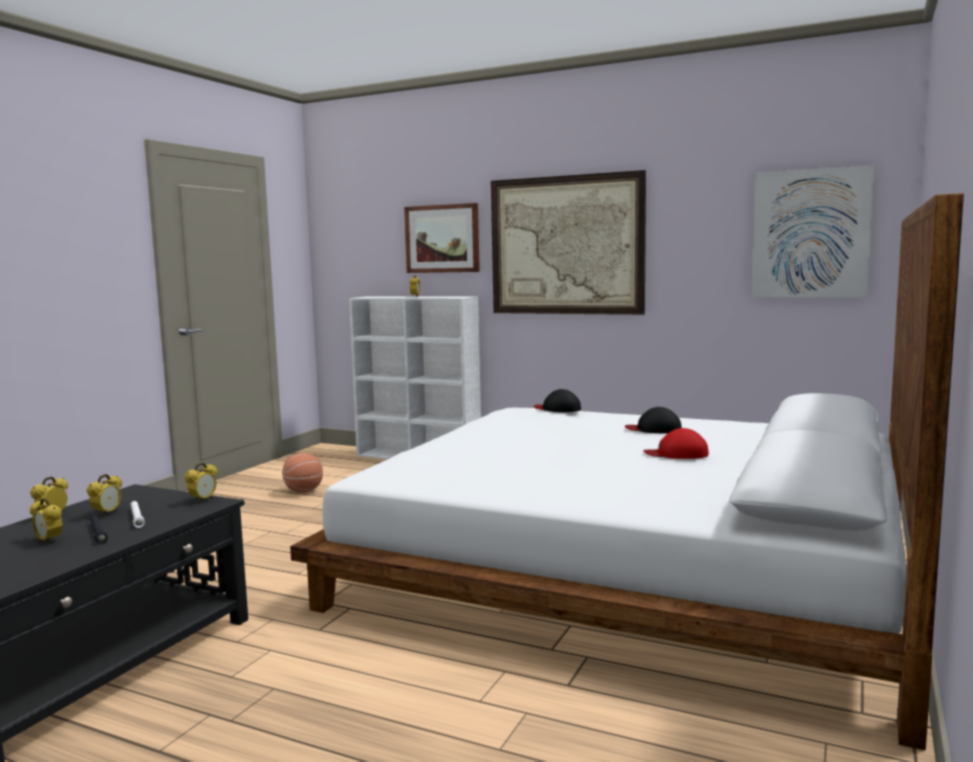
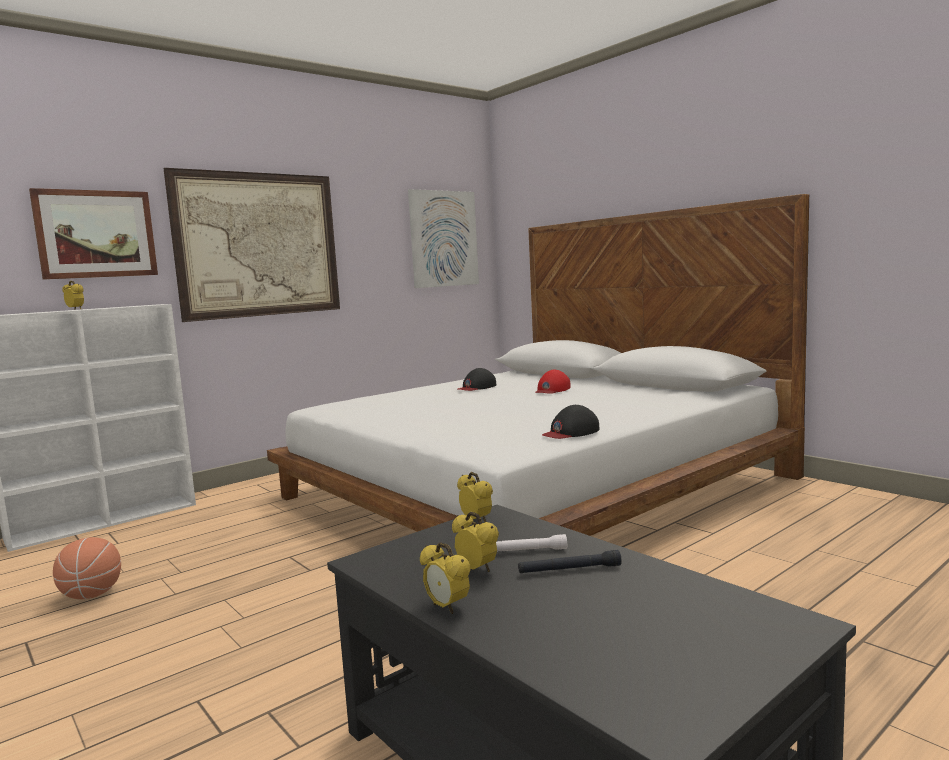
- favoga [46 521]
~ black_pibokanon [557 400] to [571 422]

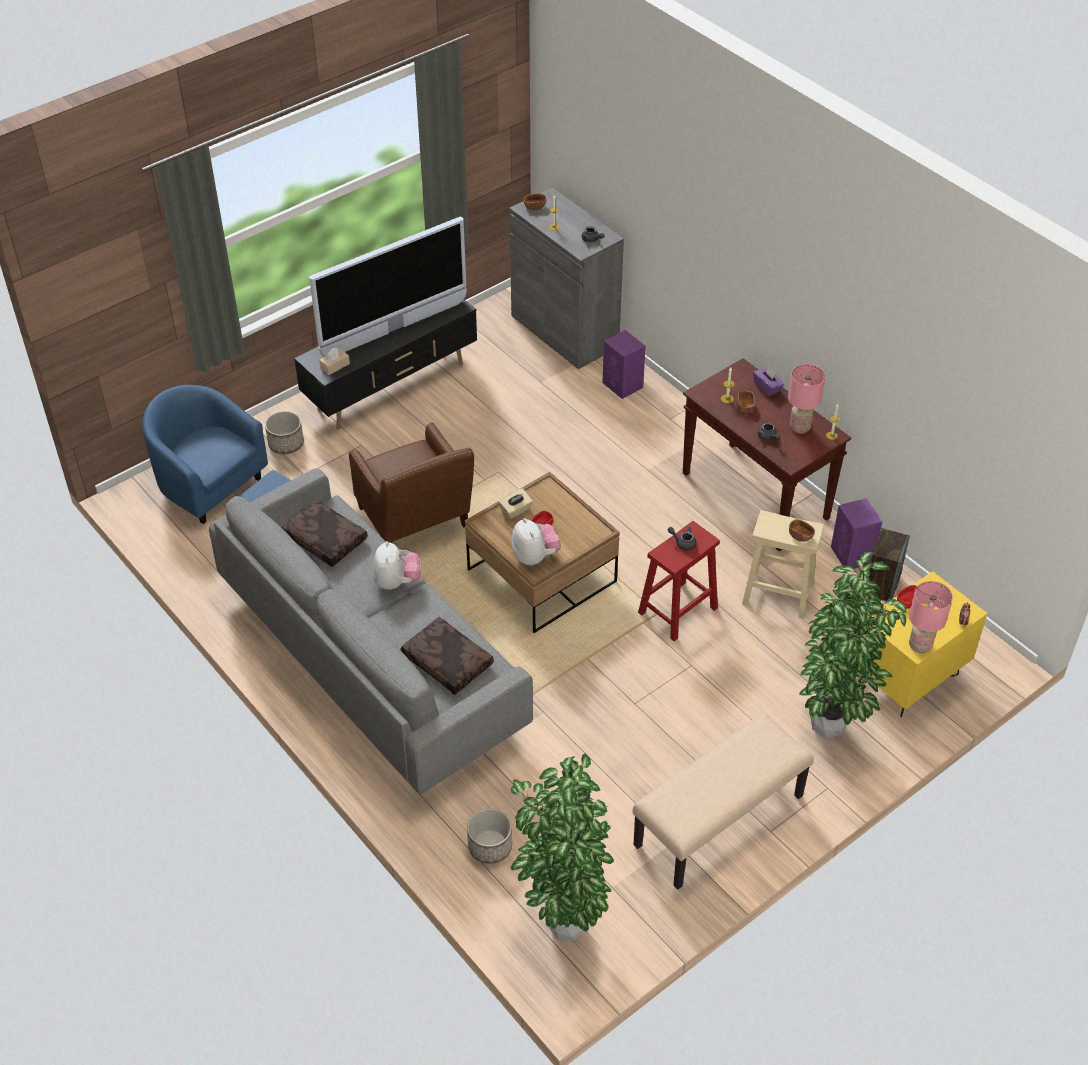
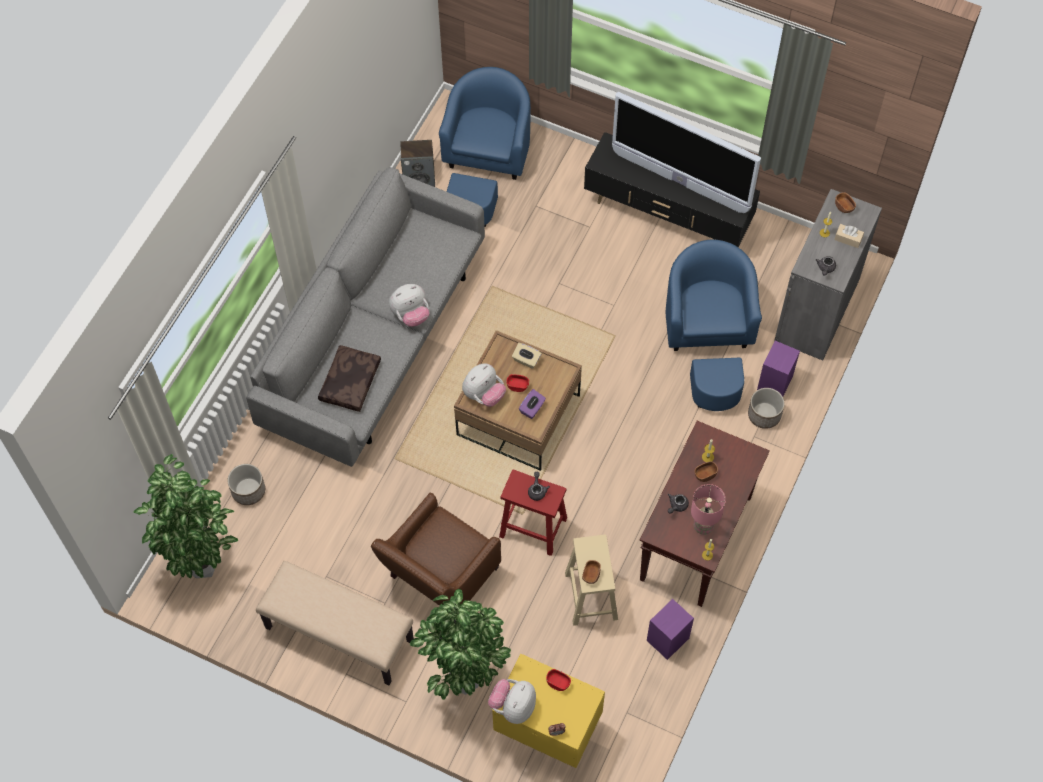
~ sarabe [284 432] to [766 408]
- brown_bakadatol [324 533]
~ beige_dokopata [334 361] to [849 236]
~ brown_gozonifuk [411 482] to [436 552]
~ purple_dokopata [768 381] to [532 404]
~ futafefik [889 564] to [417 163]
~ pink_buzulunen [931 617] to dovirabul [512 701]
+ blue_gozonifuk [714 325]

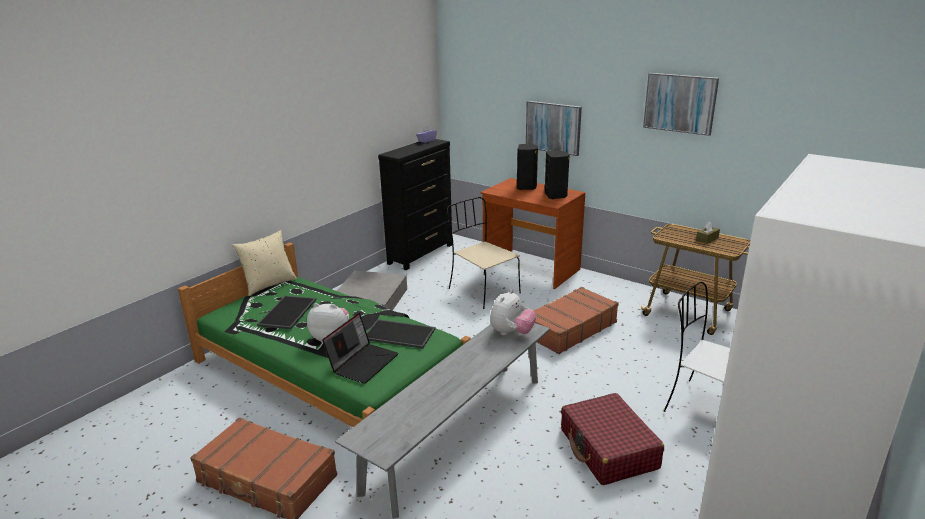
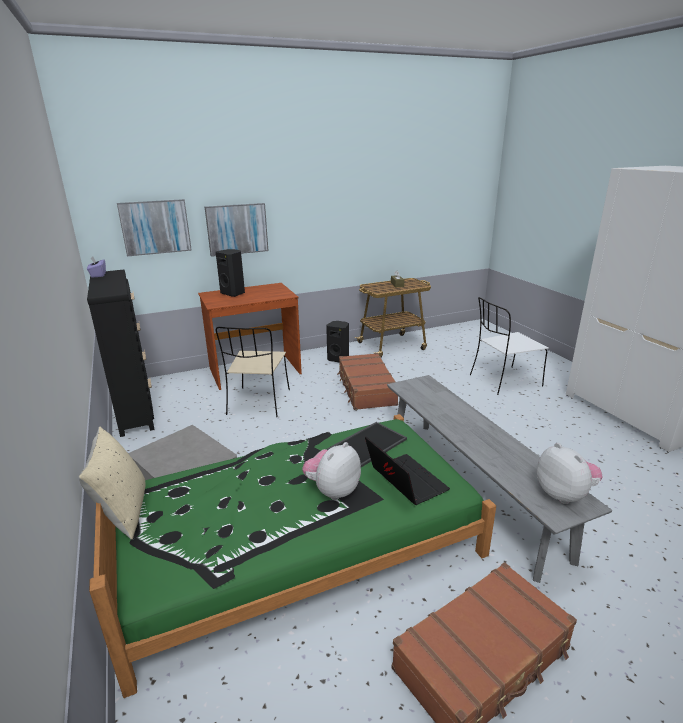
- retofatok [286 312]
~ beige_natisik [484 253] = [253 372] 75 degrees counterclockwise
~ dovirabul [513 312] to [569 473]
~ black_futafefik [557 175] to [337 341]
- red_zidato [612 439]
~ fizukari [681 104] to [154 227]

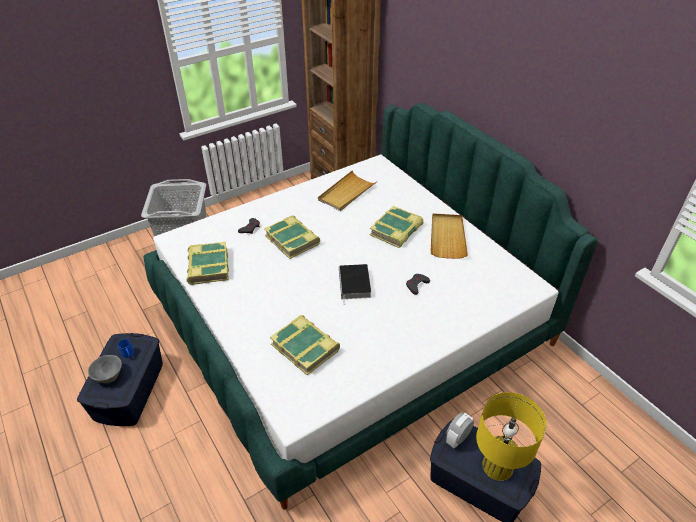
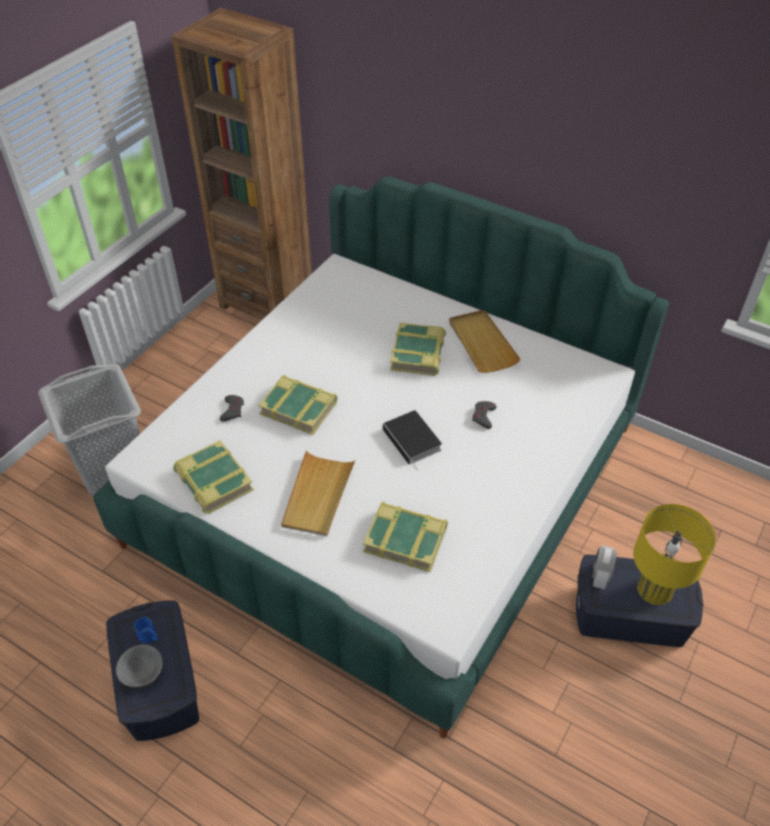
~ beige_retofatok [347 190] to [318 493]

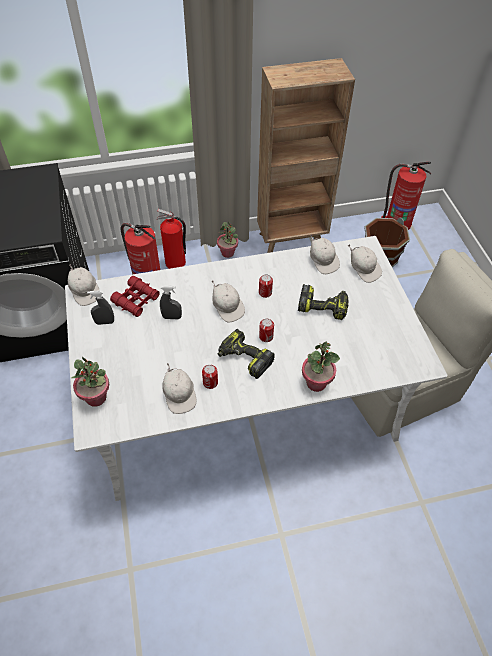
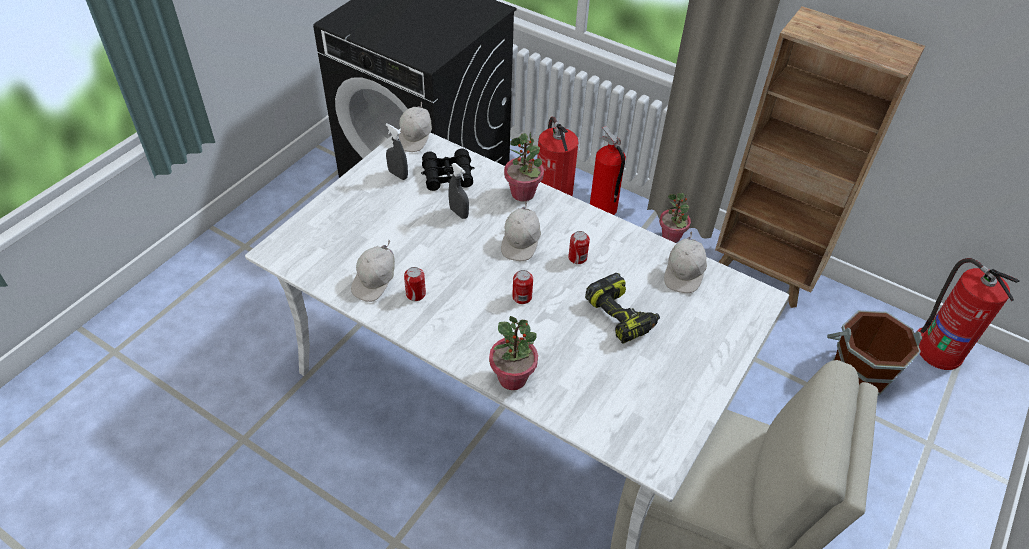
~ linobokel [90 382] to [524 166]
~ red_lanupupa [135 296] to black_lanupupa [447 170]
- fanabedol [246 354]
- white_pibokanon [365 263]

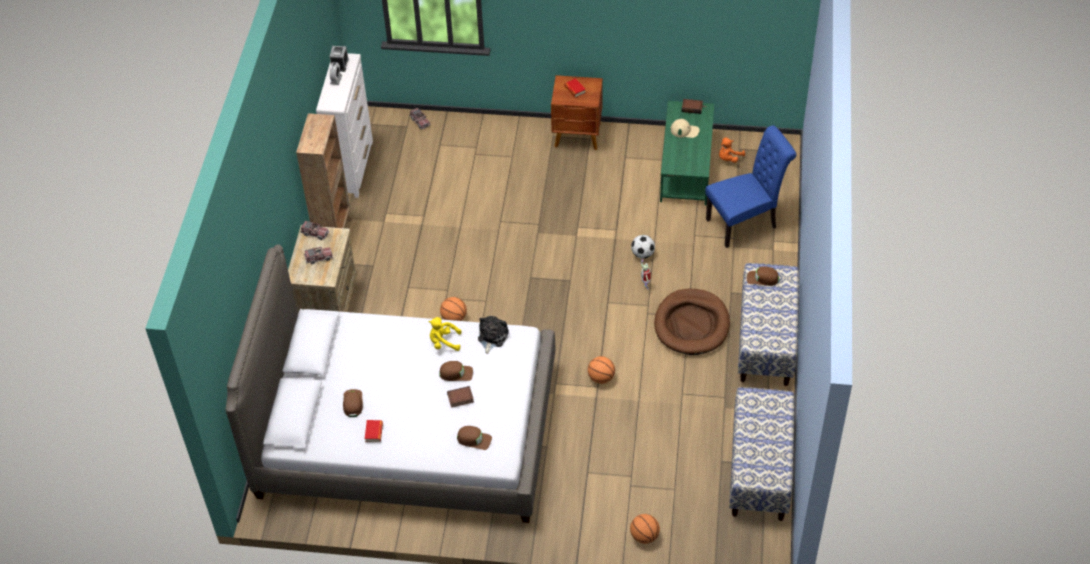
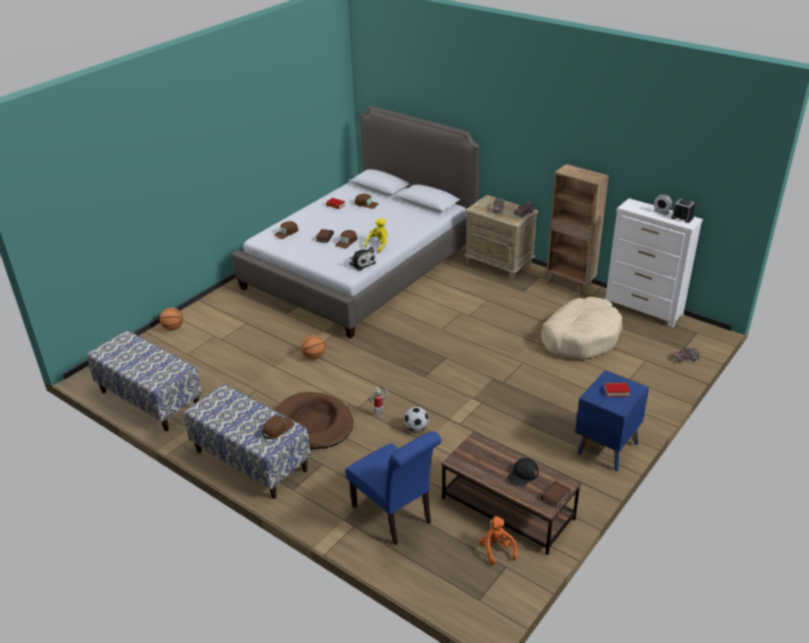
- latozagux [453 309]
~ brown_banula [577 112] to blue_banula [612 420]
~ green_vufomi [687 153] to brown_vufomi [511 493]
~ beige_pibokanon [685 128] to black_pibokanon [523 472]
~ blue_natisik [750 187] = [393 488] 45 degrees counterclockwise
+ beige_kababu [582 328]

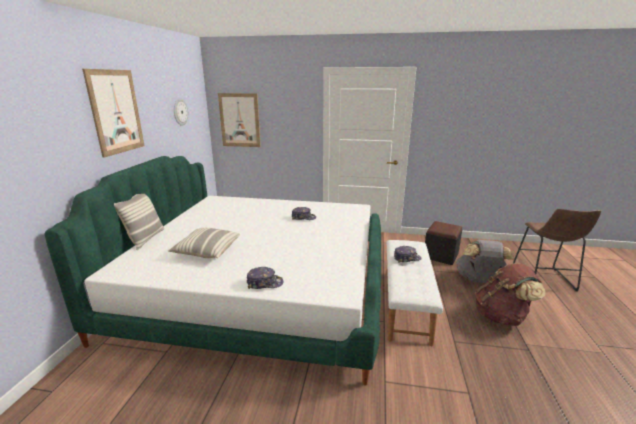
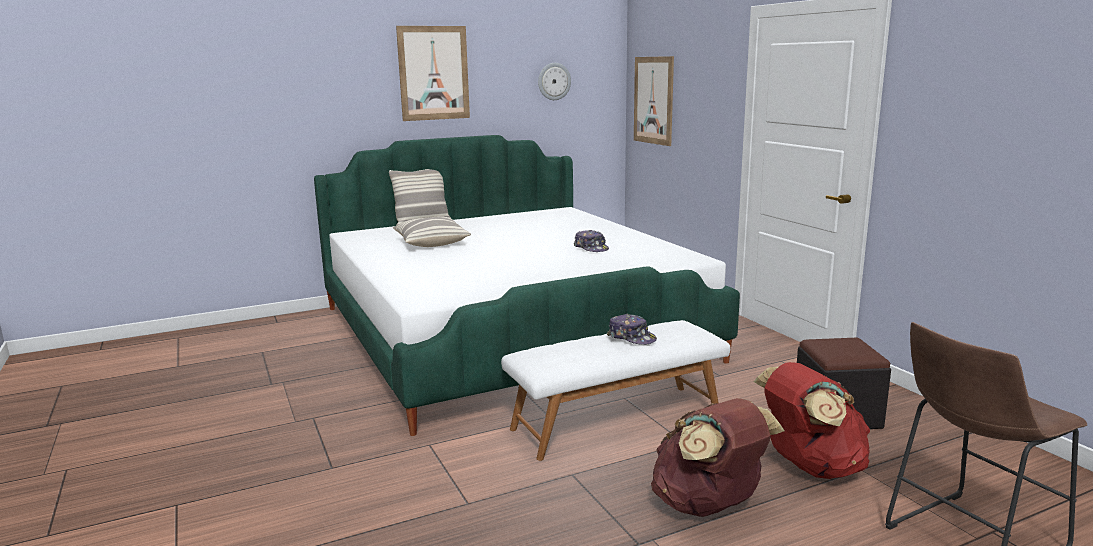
- pibokanon [265 278]
~ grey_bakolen [485 261] to red_bakolen [811 420]

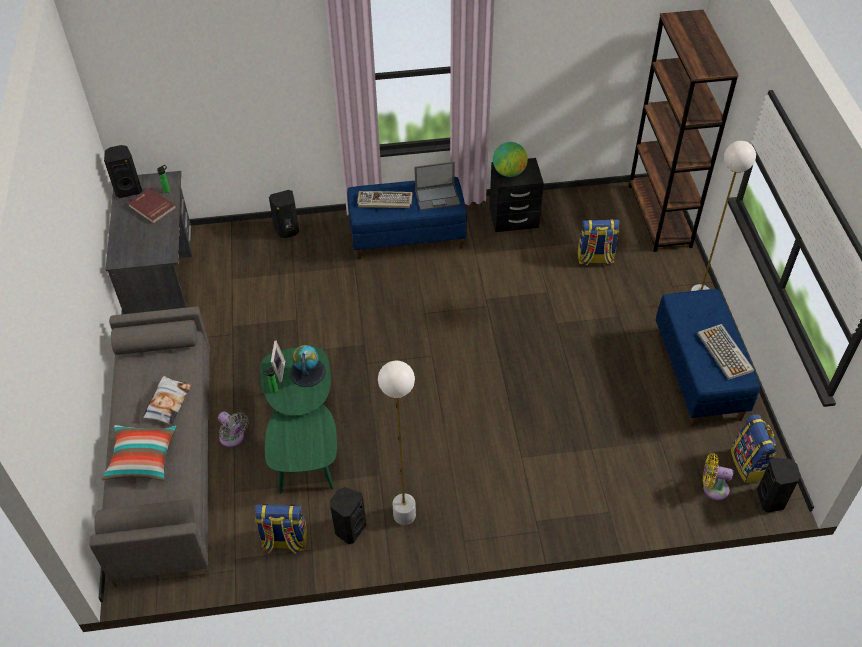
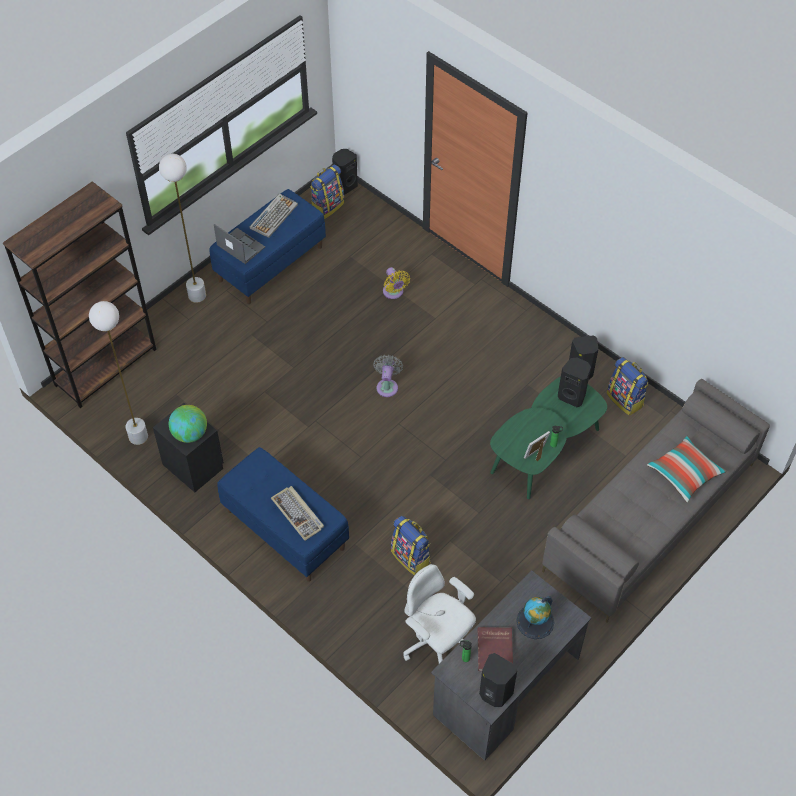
- bakadatol [167 400]
~ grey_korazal [233 429] to [388 376]
~ black_futafefik [284 214] to [574 382]
~ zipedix [308 366] to [535 617]
~ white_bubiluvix [397 443] to [118 373]
~ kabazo [437 185] to [239 244]
~ bakolen [598 242] to [411 546]
~ yellow_korazal [718 476] to [396 283]
+ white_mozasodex [439 614]

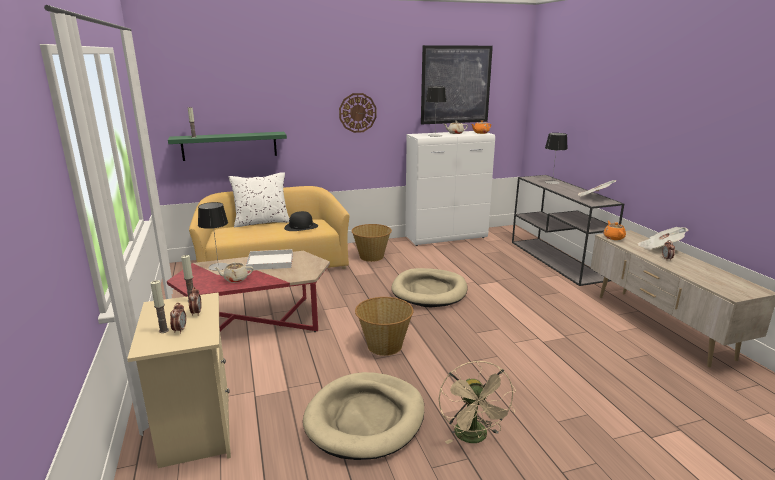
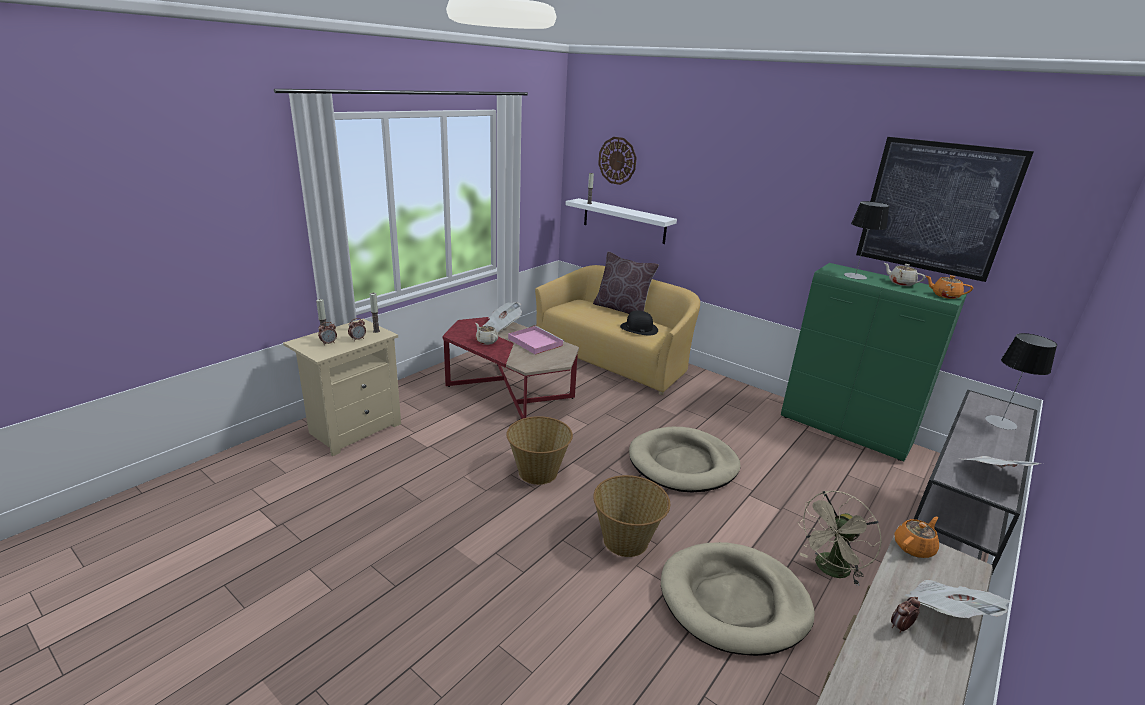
~ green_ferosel [227 146] to white_ferosel [621 221]
~ buzulunen [213 236] to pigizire [502 317]
~ white_bakadatol [259 200] to brown_bakadatol [626 283]
~ white_retofatok [269 259] to pink_retofatok [536 340]
~ beige_kababu [363 416] to [738 599]
~ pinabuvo [358 113] to [617 161]
~ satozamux [372 243] to [631 516]
~ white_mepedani [450 188] to green_mepedani [874 362]
~ beige_korazal [477 402] to [839 538]

